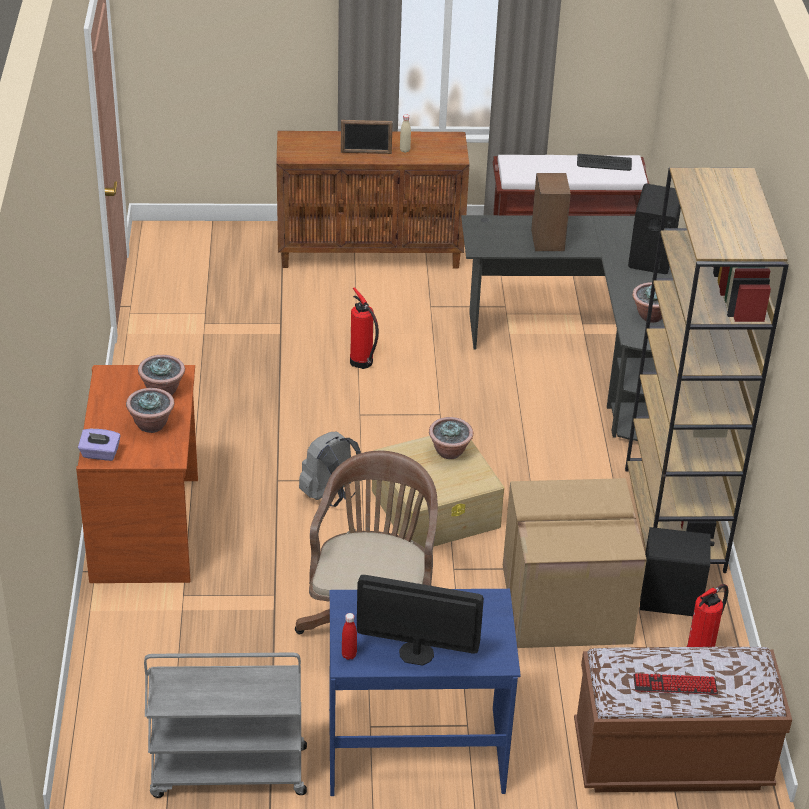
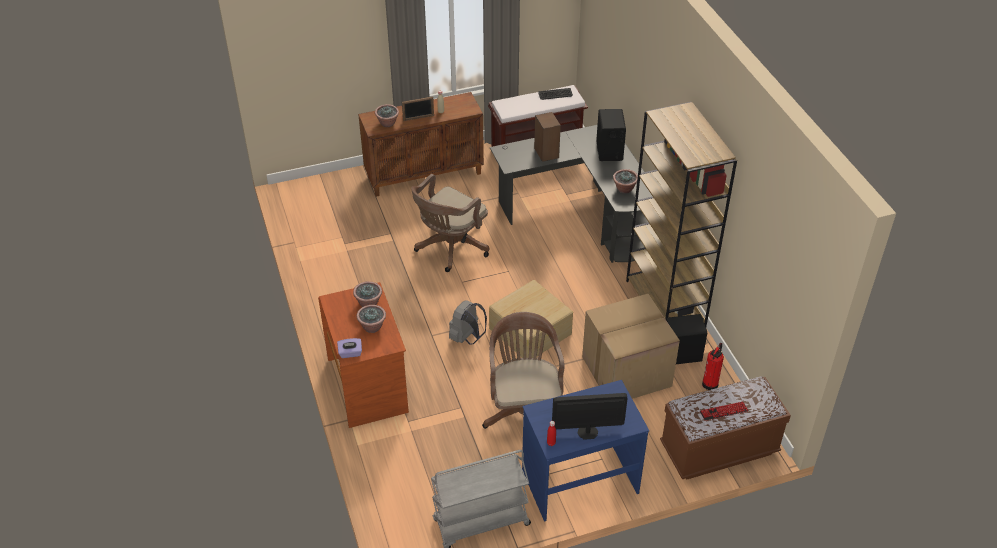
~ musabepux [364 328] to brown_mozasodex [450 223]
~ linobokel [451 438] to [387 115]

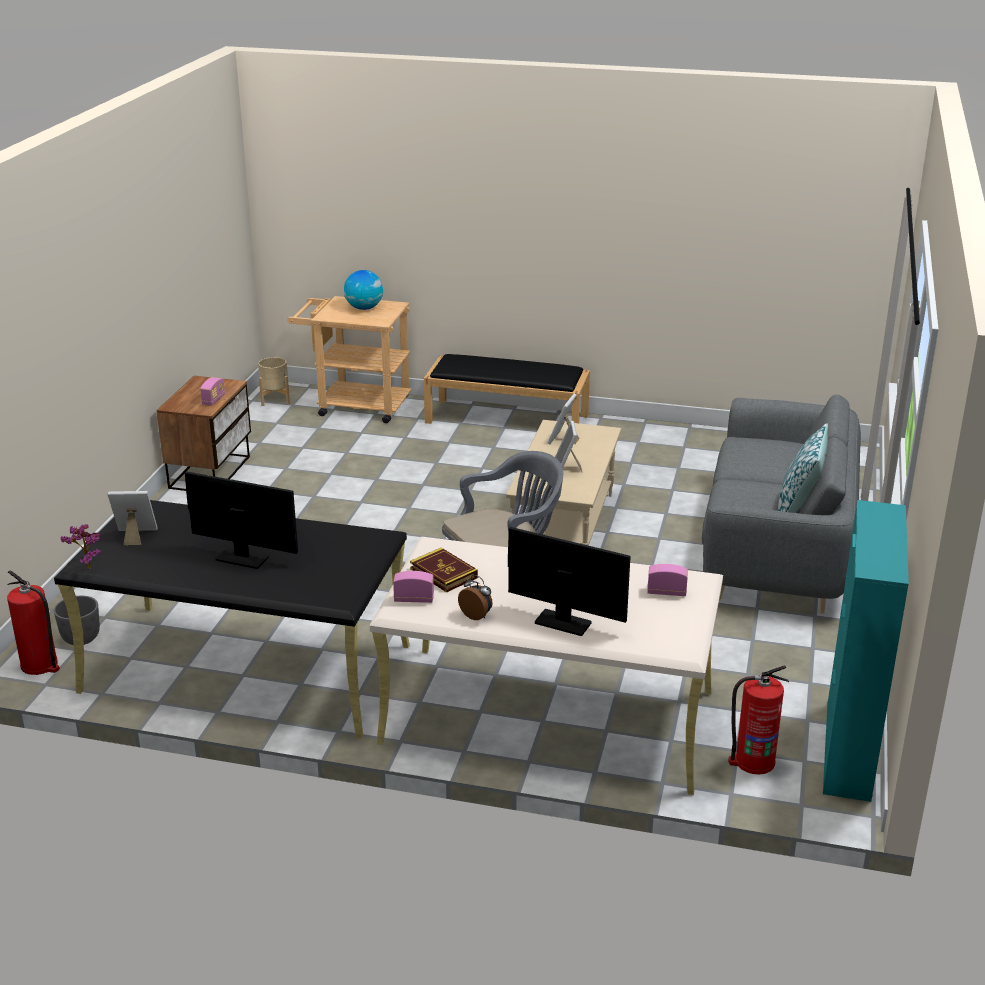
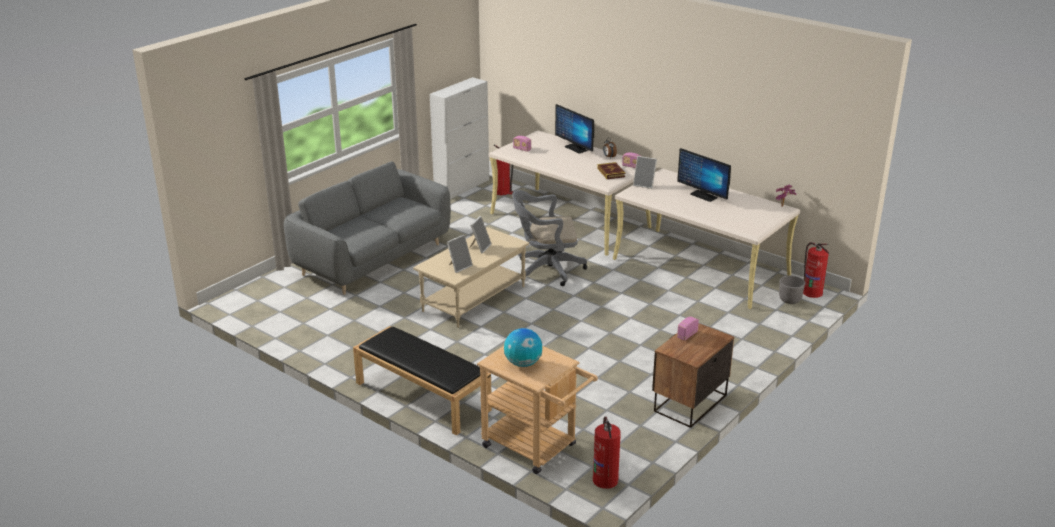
~ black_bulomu [232 619] to beige_bulomu [706 238]
~ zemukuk [132 518] to [645 172]
~ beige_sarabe [274 381] to musabepux [607 452]
- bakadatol [803 468]
~ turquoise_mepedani [866 651] to white_mepedani [459 138]

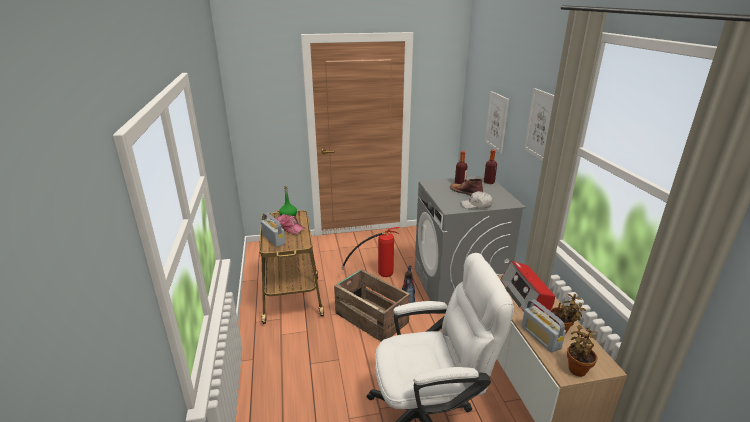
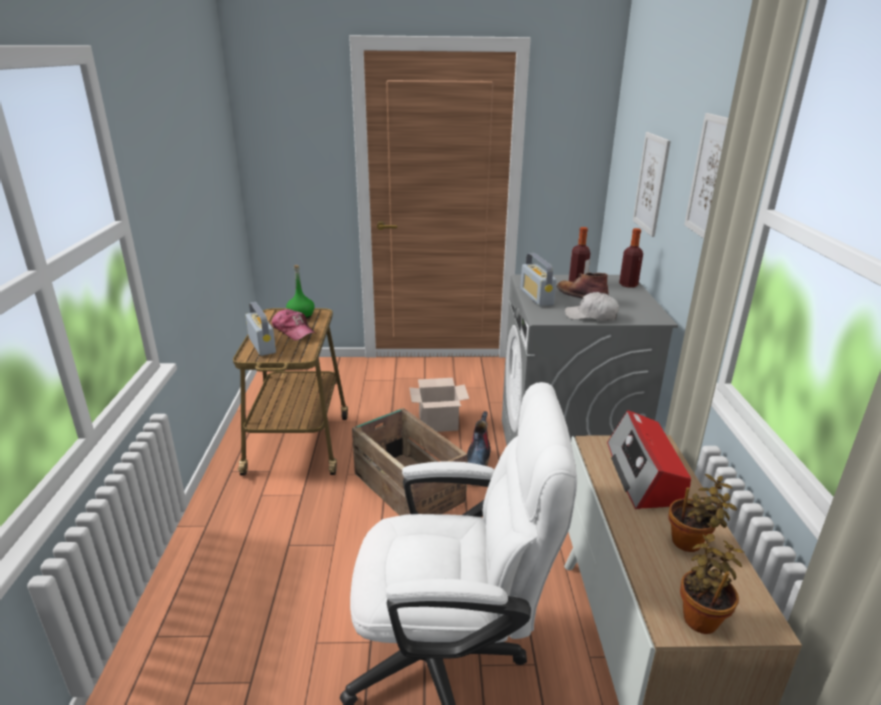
~ musabepux [370 252] to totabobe [439 405]
~ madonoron [543 326] to [538 280]

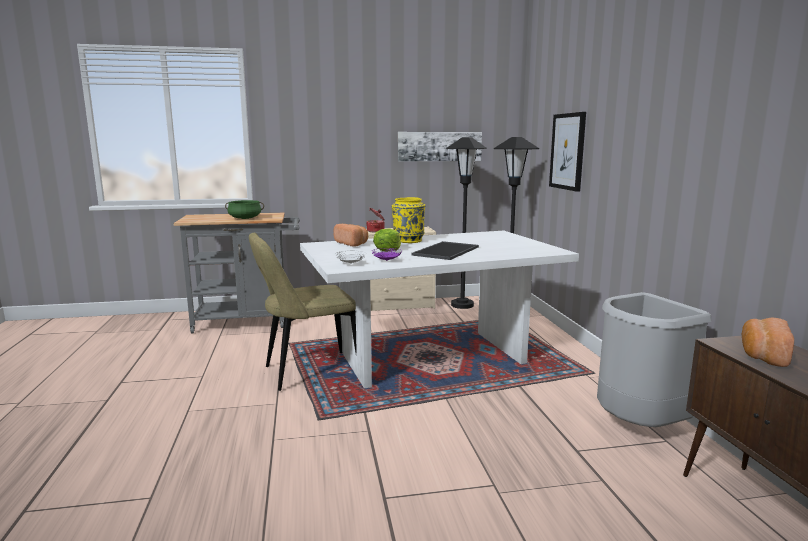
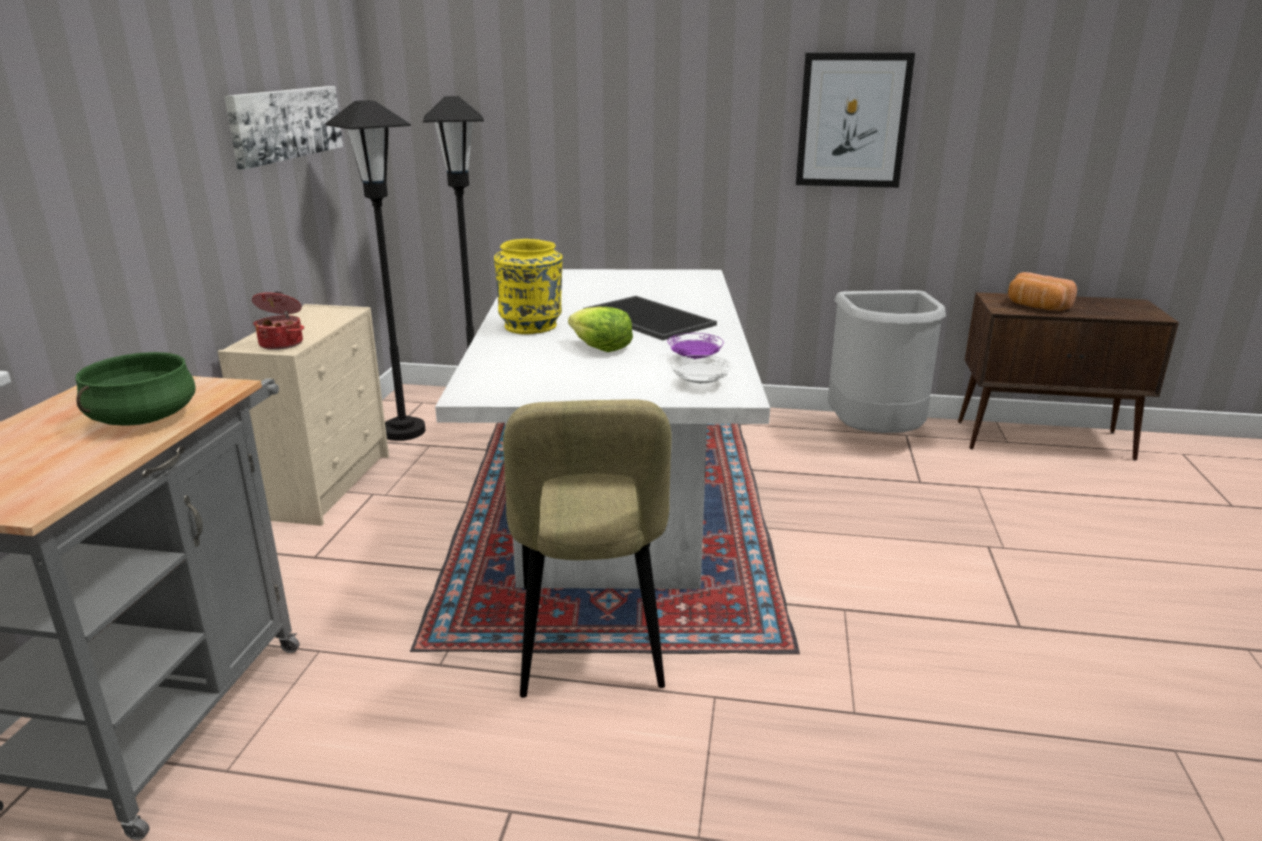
- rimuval [350 235]
~ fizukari [567 152] to [855 120]

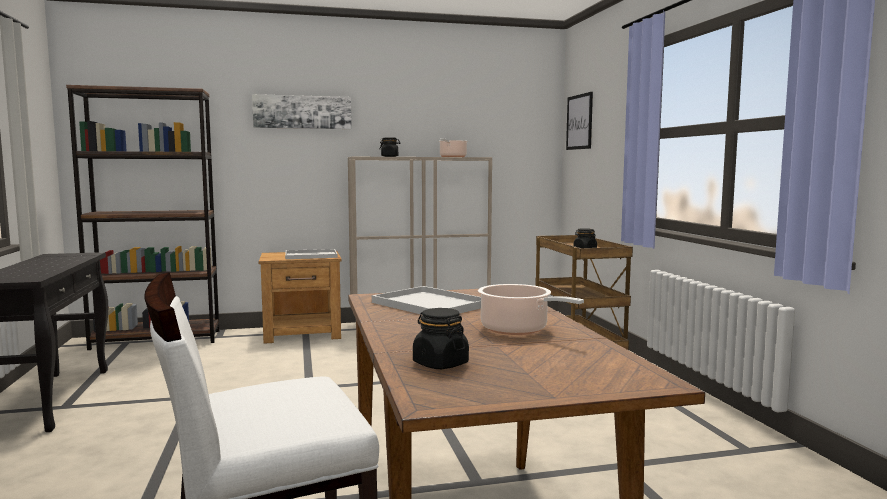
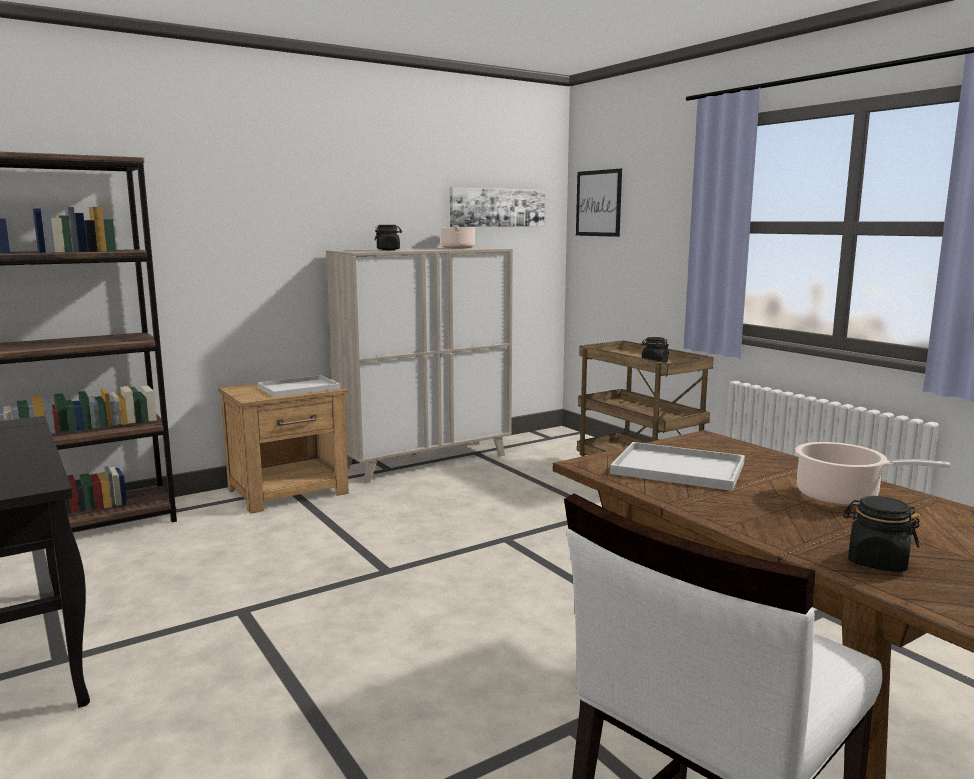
~ fizukari [301 111] to [497 207]

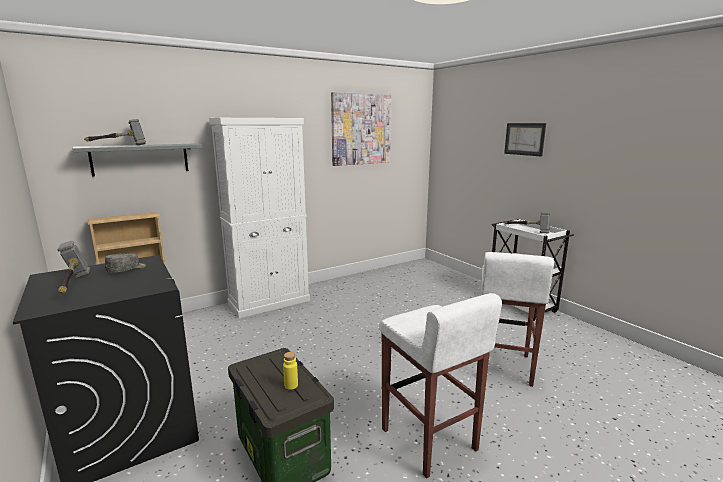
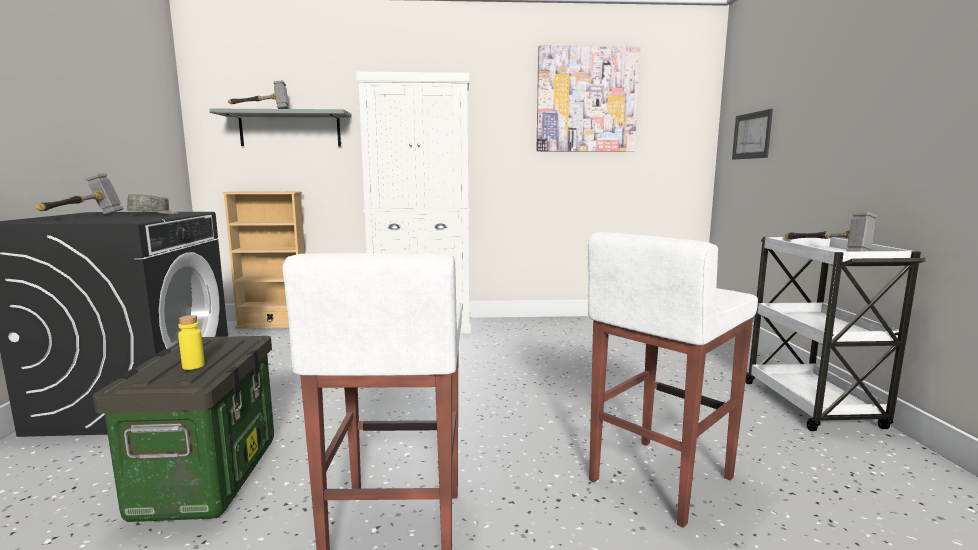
~ fizukari [525 139] to [752 134]

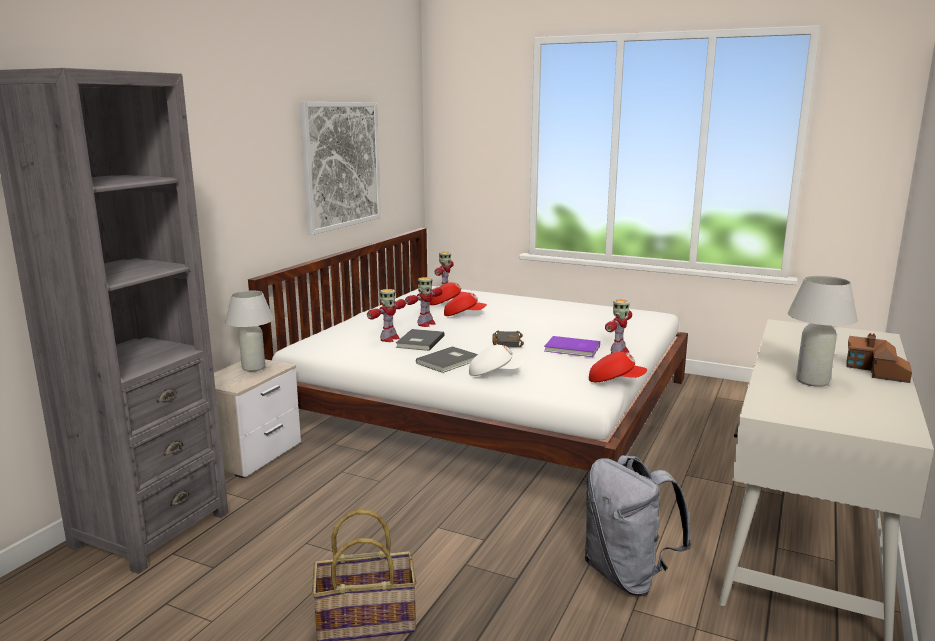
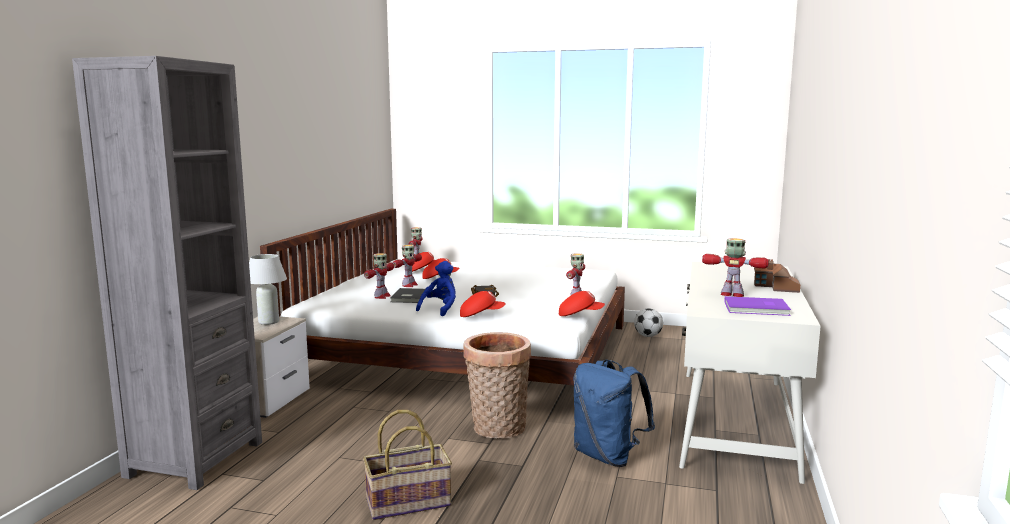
- fizukari [340 168]
~ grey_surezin [447 359] to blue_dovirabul [436 288]
~ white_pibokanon [496 360] to red_pibokanon [482 304]
~ purple_surezin [572 346] to [757 306]
~ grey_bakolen [638 525] to blue_bakolen [614 413]
~ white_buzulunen [823 331] to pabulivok [735 267]
+ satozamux [497 385]
+ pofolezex [648 322]

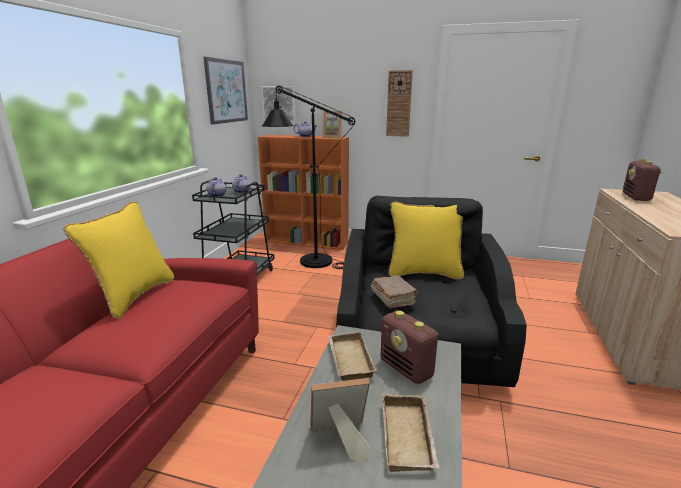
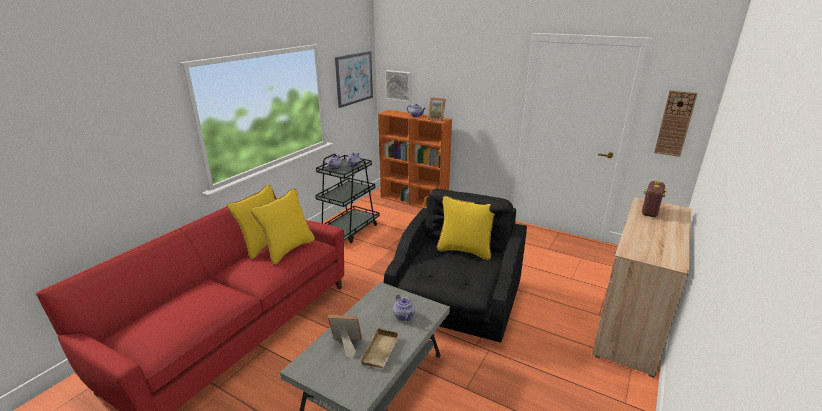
- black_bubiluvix [308 177]
- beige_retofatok [352 356]
- brown_surezin [395 291]
~ madonoron [410 347] to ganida [404 307]
~ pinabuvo [399 103] to [676 123]
+ yellow_bakadatol [282 227]

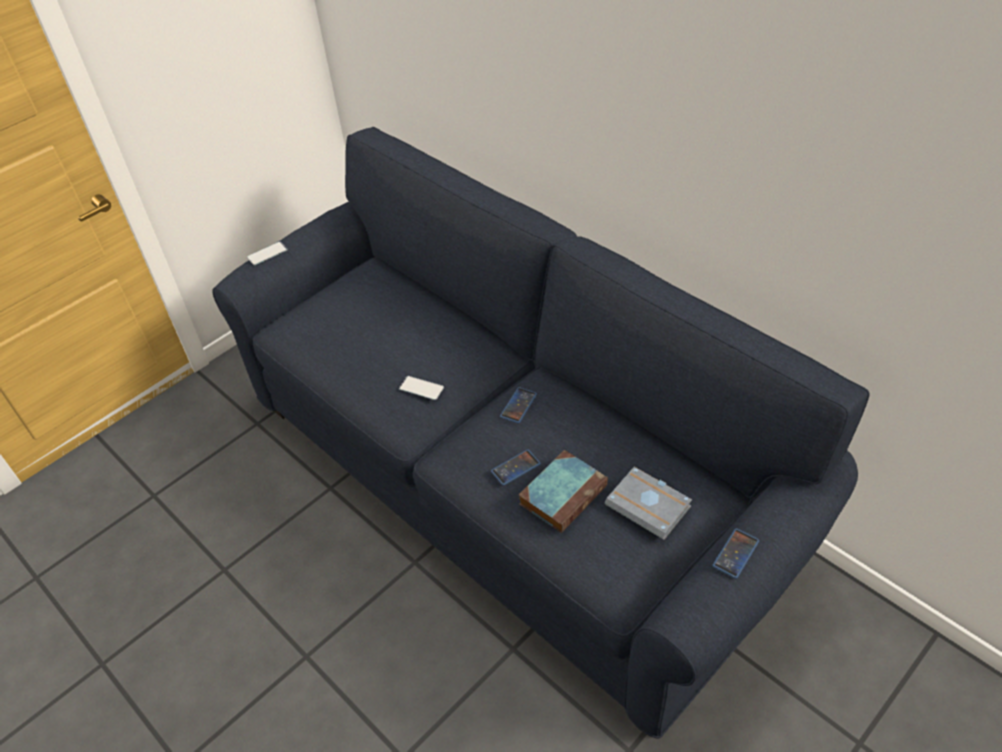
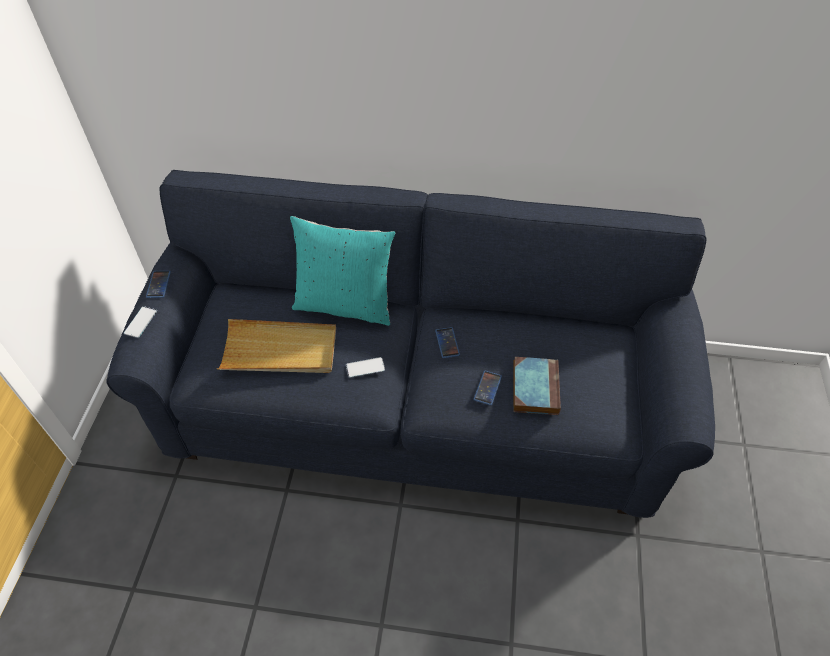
- grey_surezin [648 503]
~ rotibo [735 553] to [158 284]
+ beige_retofatok [276 346]
+ turquoise_bakadatol [342 271]

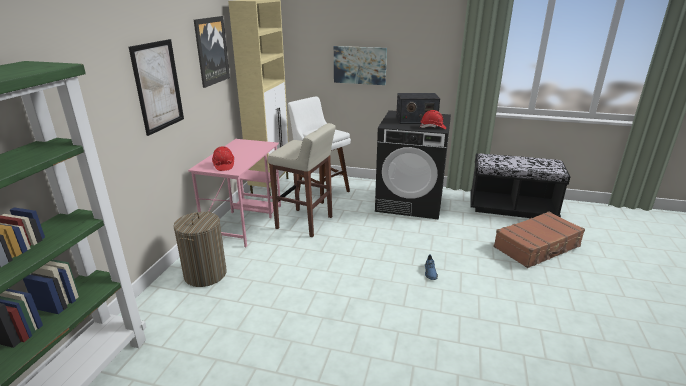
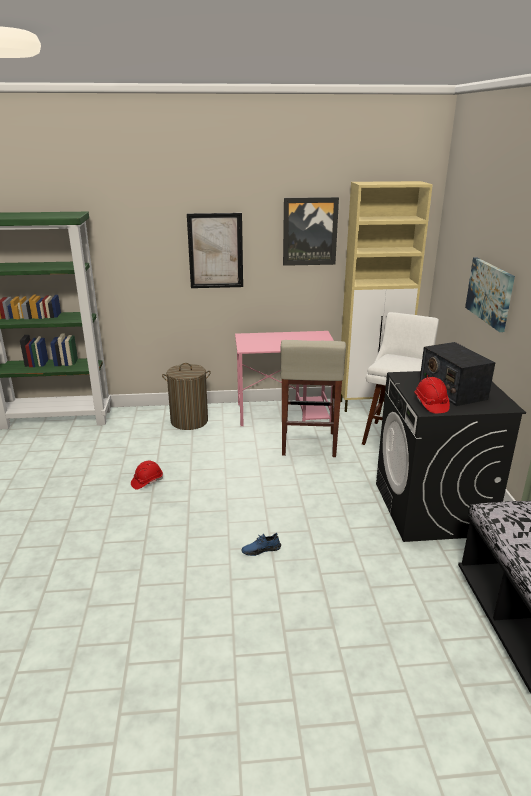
~ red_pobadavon [223 158] to [147 475]
- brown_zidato [539 239]

